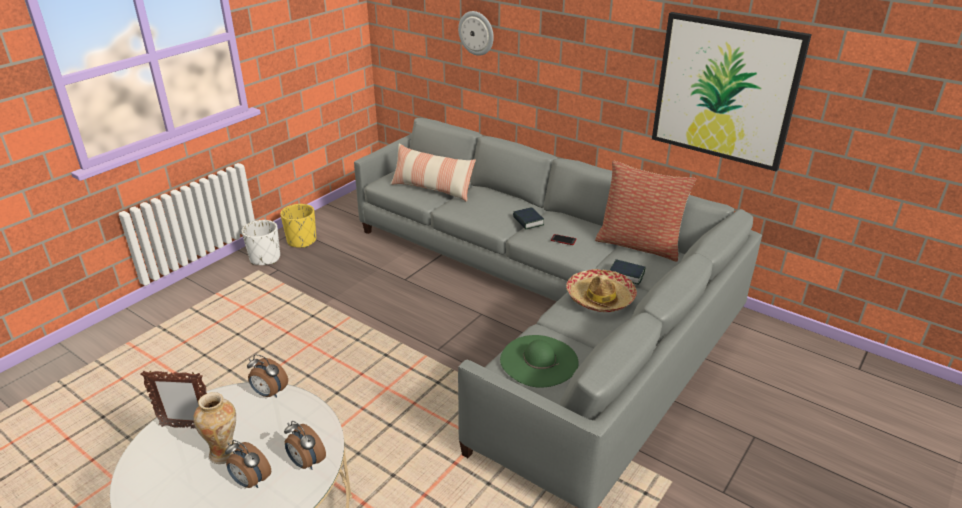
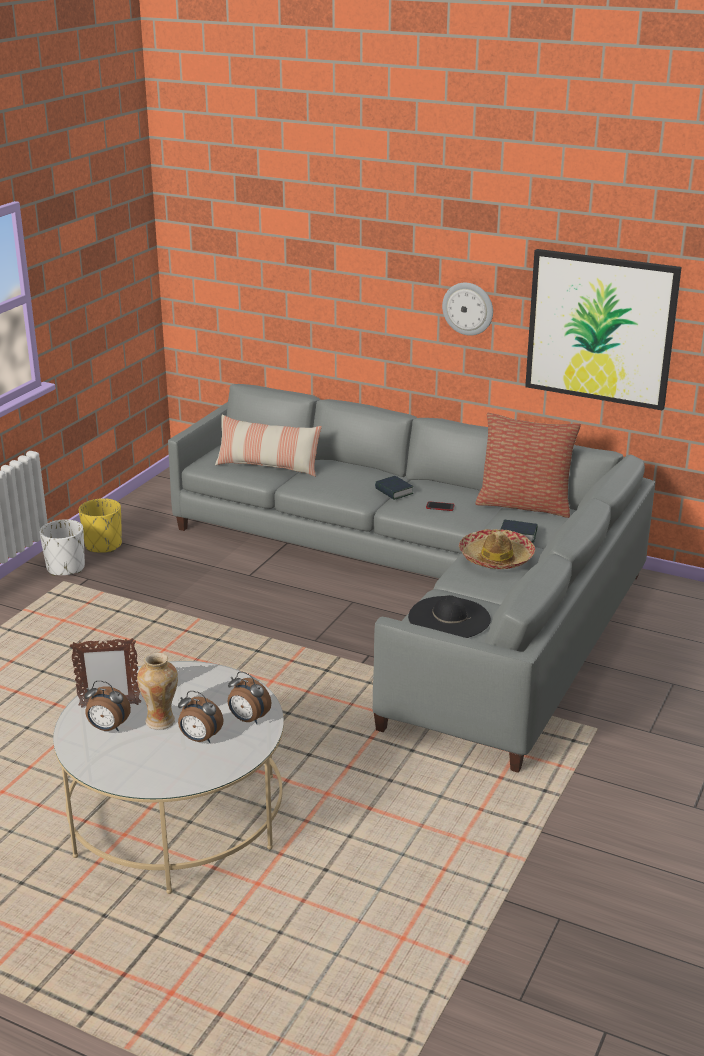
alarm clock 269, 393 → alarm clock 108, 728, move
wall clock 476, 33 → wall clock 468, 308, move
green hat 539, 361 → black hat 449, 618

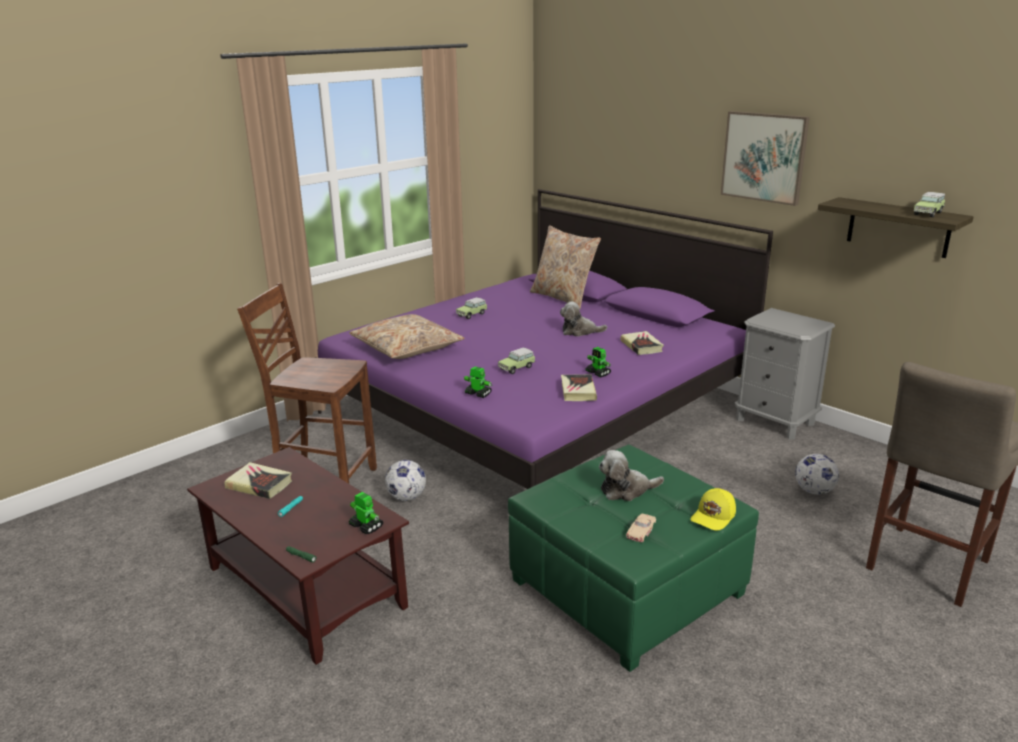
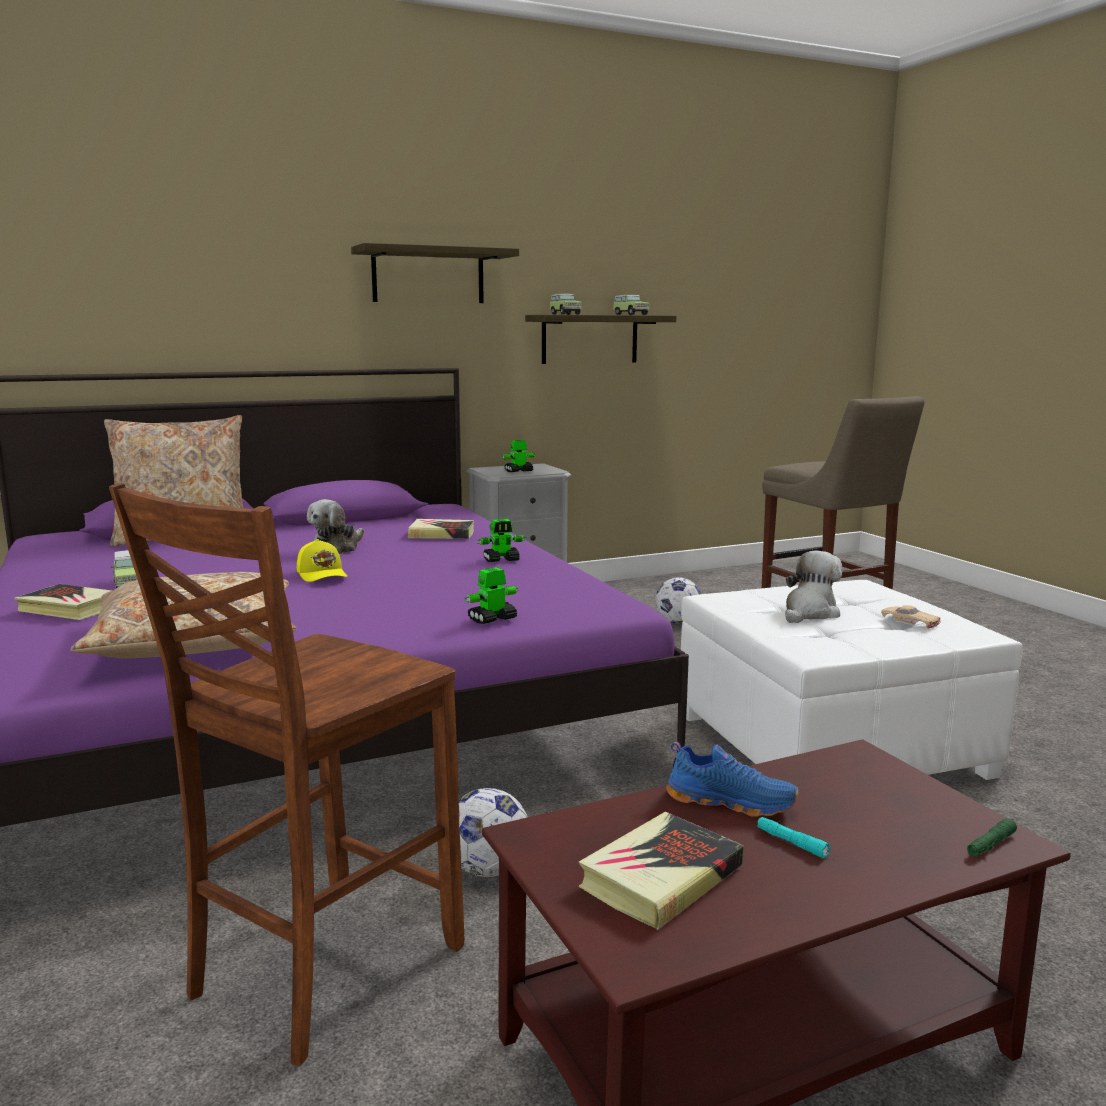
toy robot 366, 526 → toy robot 518, 471, move
toy car 517, 368 → toy car 564, 314, move
green ottoman 628, 587 → white ottoman 830, 743
book 578, 391 → book 70, 608, move
plush toy 626, 490 → plush toy 809, 613, 150 degrees counterclockwise
yellow cap 714, 517 → yellow cap 323, 574, move
picture 764, 157 → shelf 428, 276
- → blue shoe 731, 801

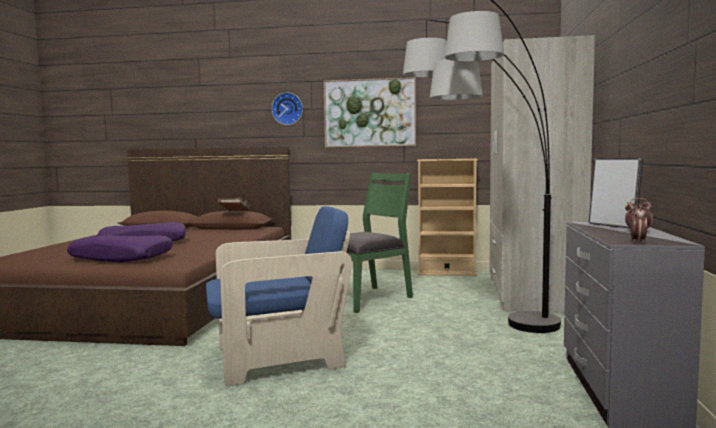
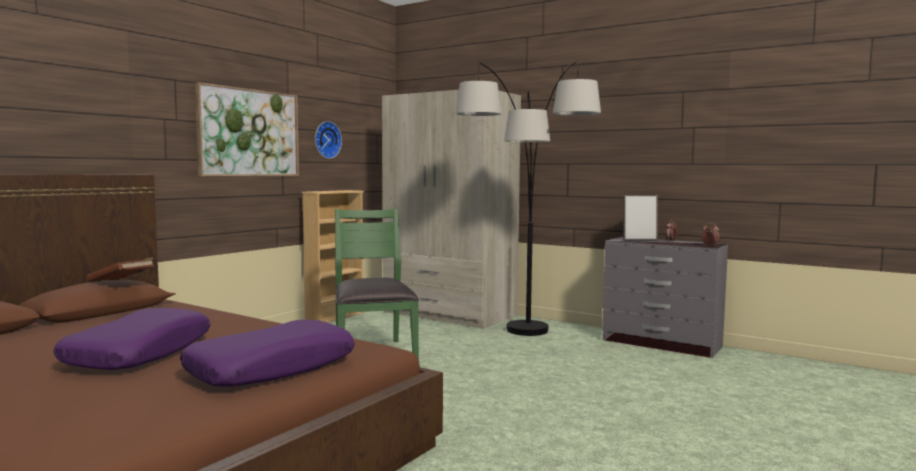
blue armchair 278, 359 → -
wall clock 287, 109 → wall clock 326, 140, move

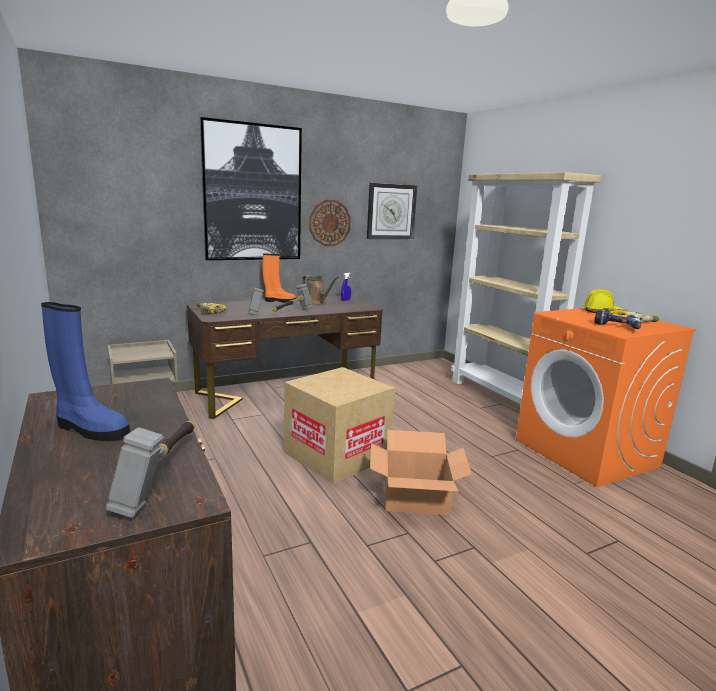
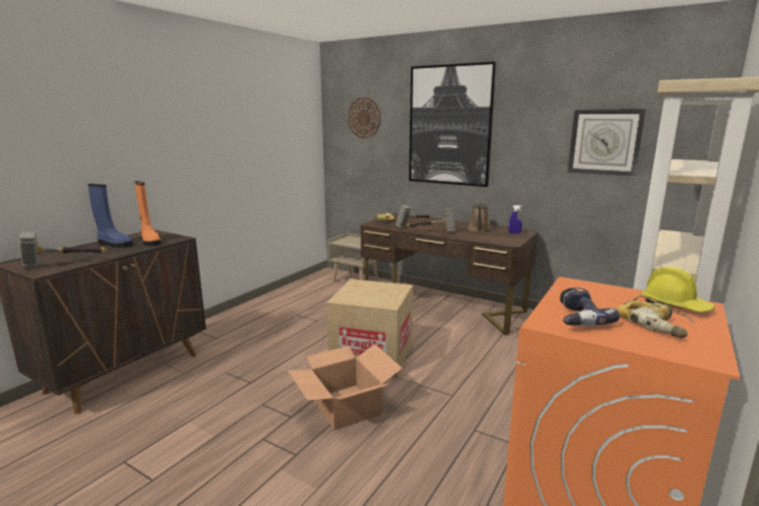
blue boot 90, 429 → blue boot 114, 244, 60 degrees counterclockwise
orange boot 279, 301 → orange boot 149, 241, move
wall clock 329, 223 → wall clock 364, 118, move

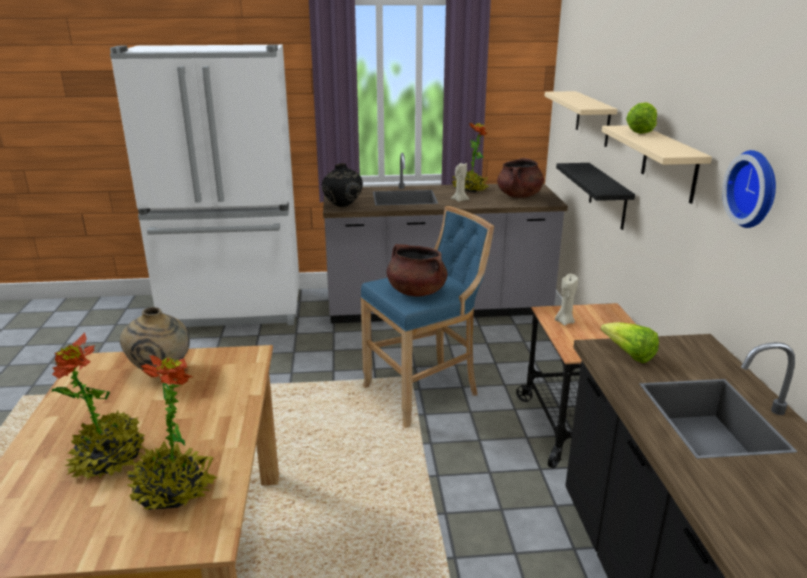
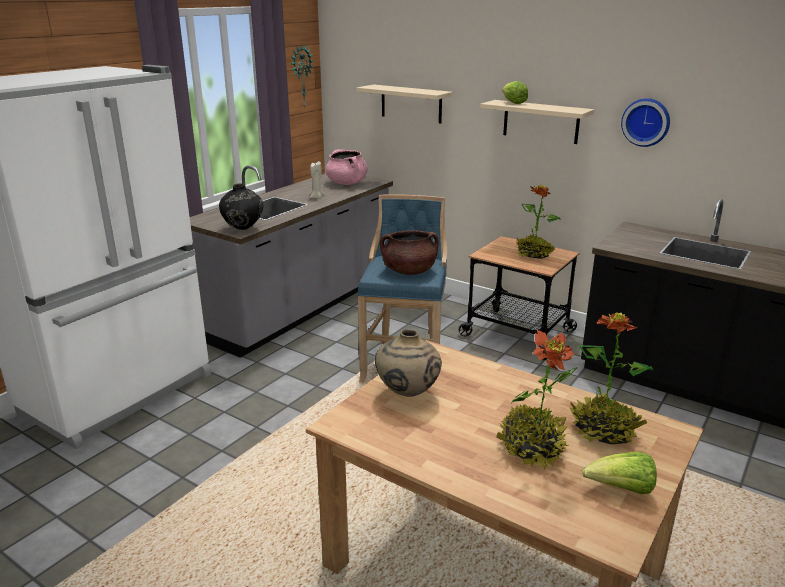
potted plant 469, 190 → potted plant 534, 255, move
brown cooking pot 519, 196 → pink cooking pot 347, 183
beige candle 564, 322 → -
black shelf 608, 196 → -
lettuce 629, 355 → lettuce 621, 489, move
- → wall clock 301, 76

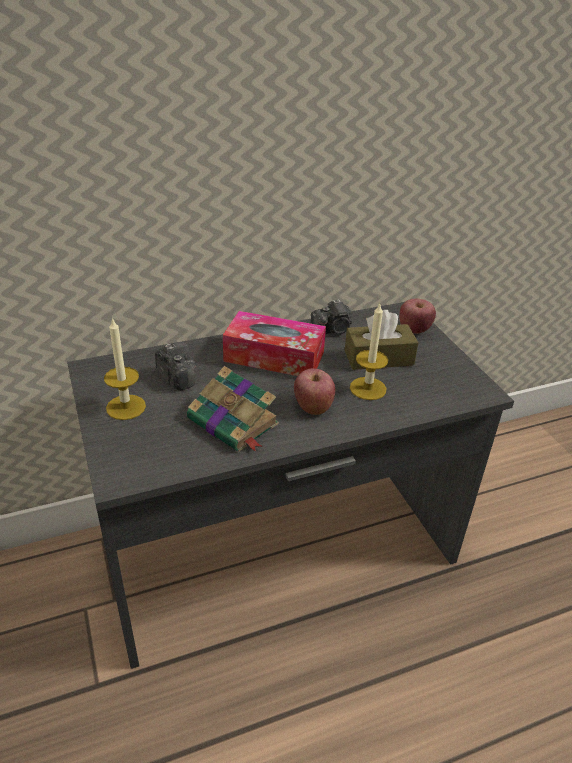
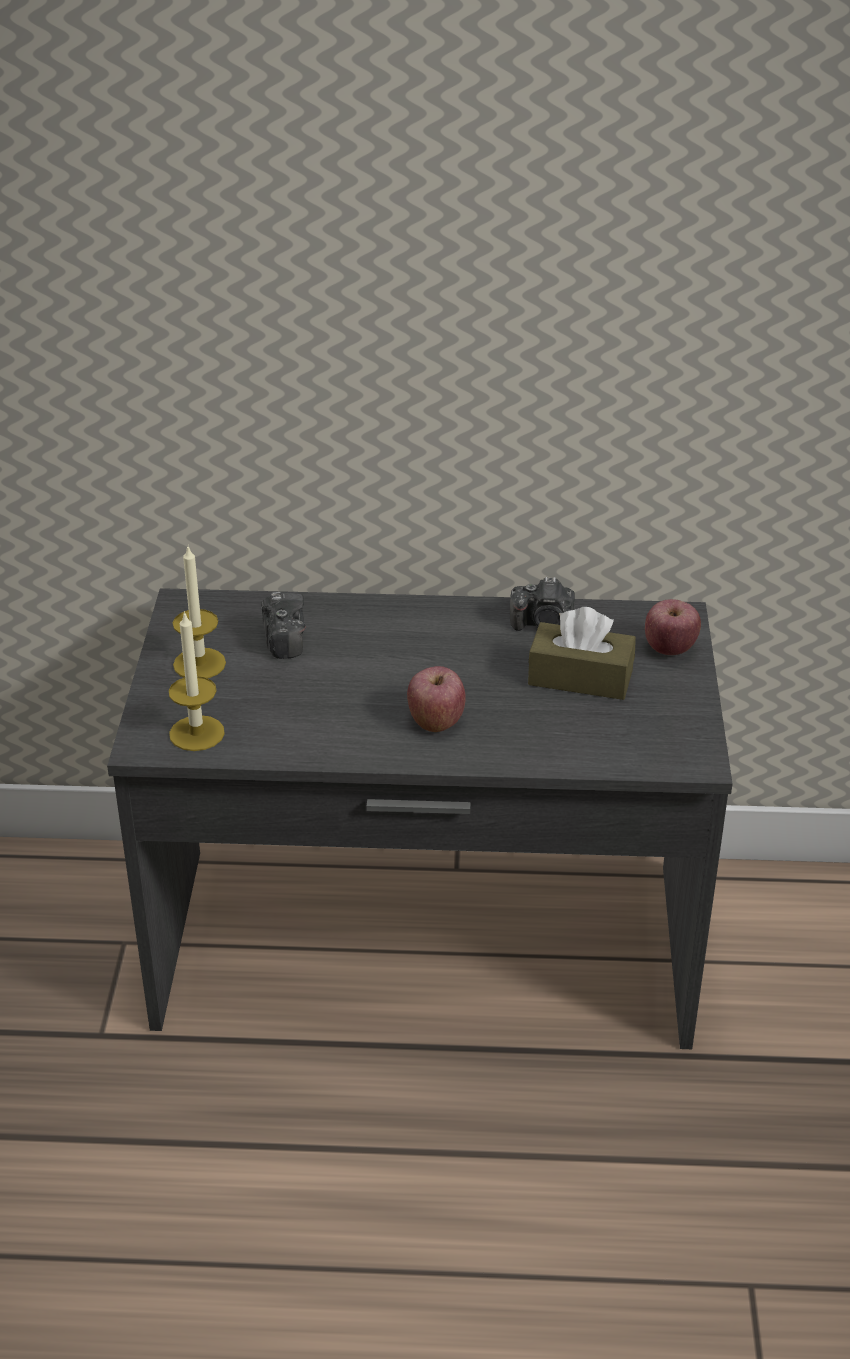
book 234, 423 → -
tissue box 274, 356 → -
candle 368, 388 → candle 196, 733, move

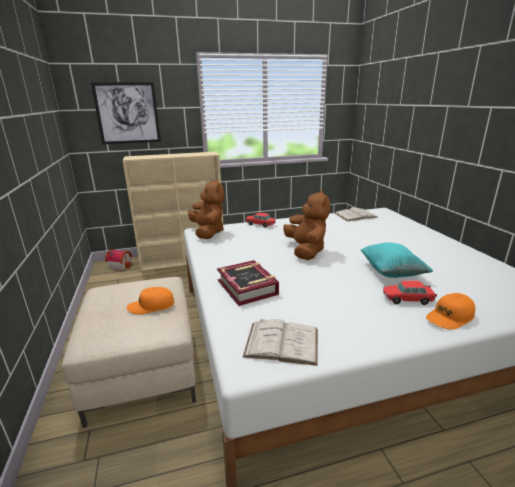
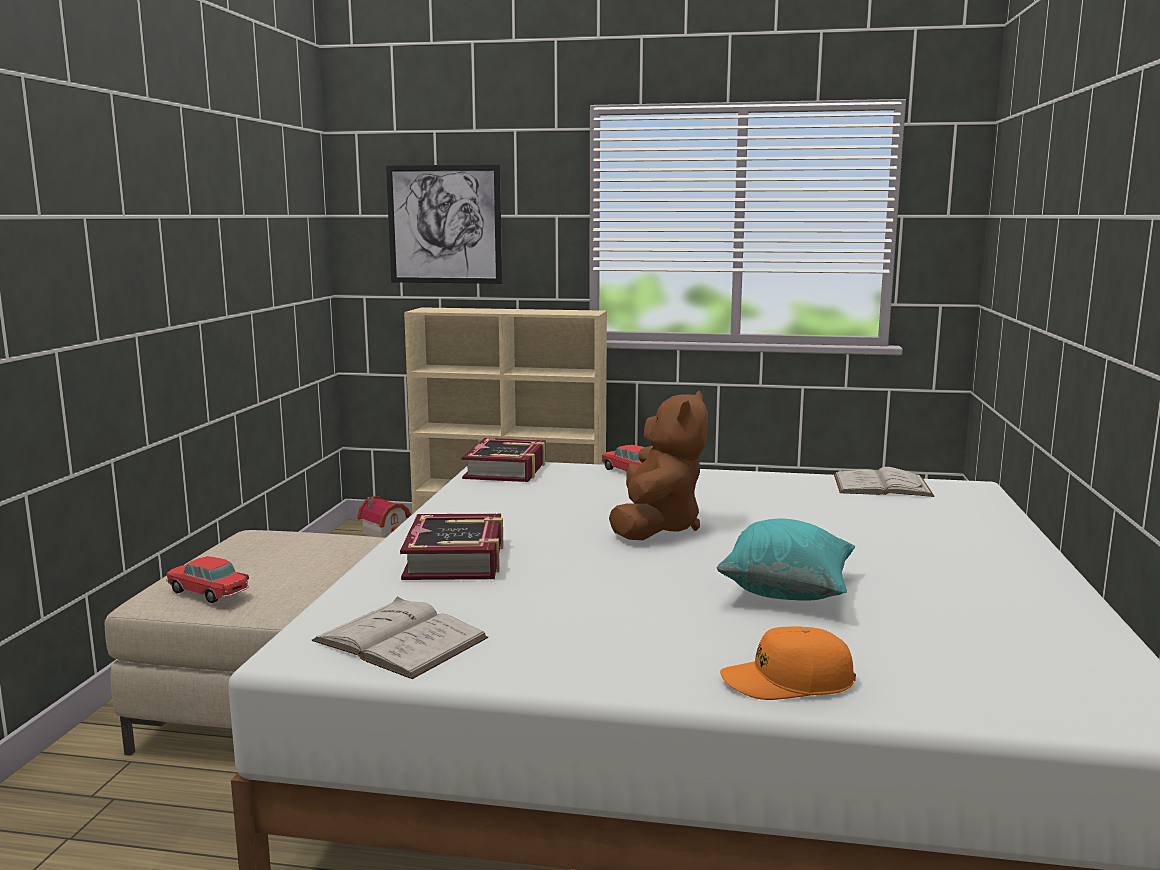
orange cap 151, 306 → -
brown plush toy 208, 232 → book 506, 470
toy car 407, 299 → toy car 207, 592, move

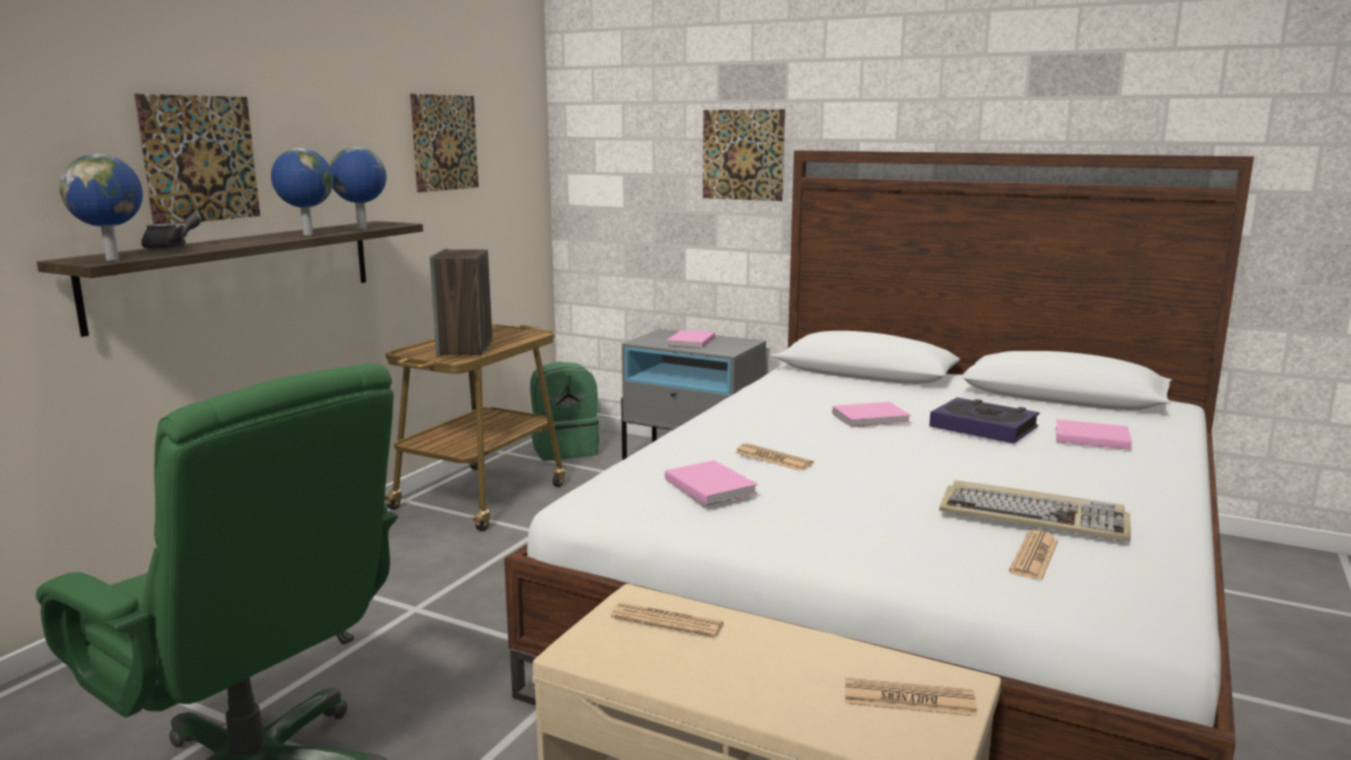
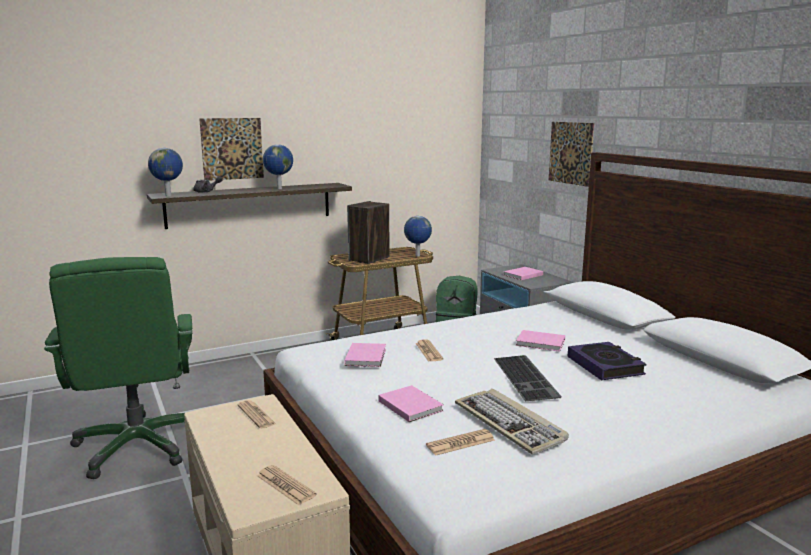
globe 362, 228 → globe 417, 256, move
picture 445, 142 → -
pink book 1089, 437 → pink book 410, 405, move
- → keyboard 527, 377

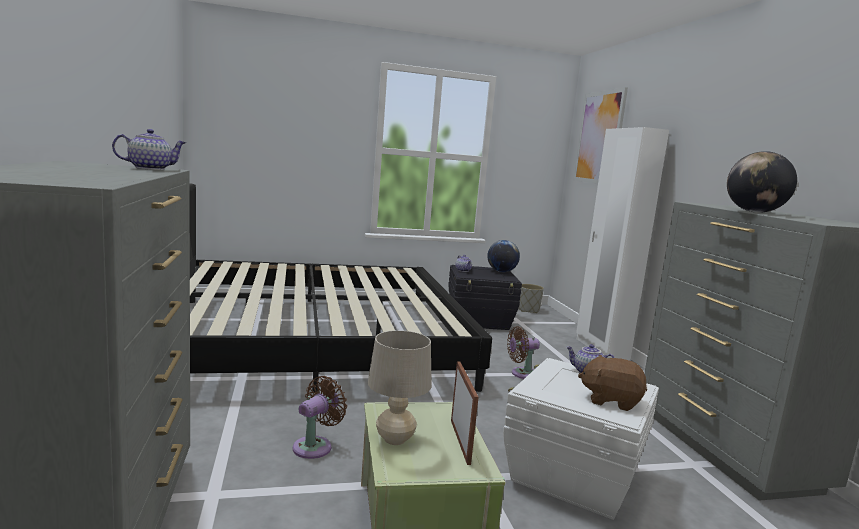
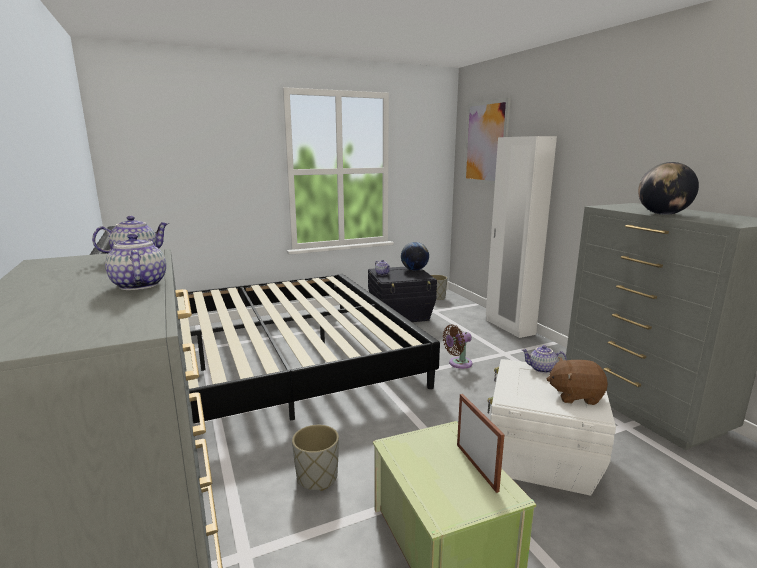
brown fan 315, 446 → grey planter 316, 478
beige table lamp 395, 439 → -
- → teapot 138, 285

